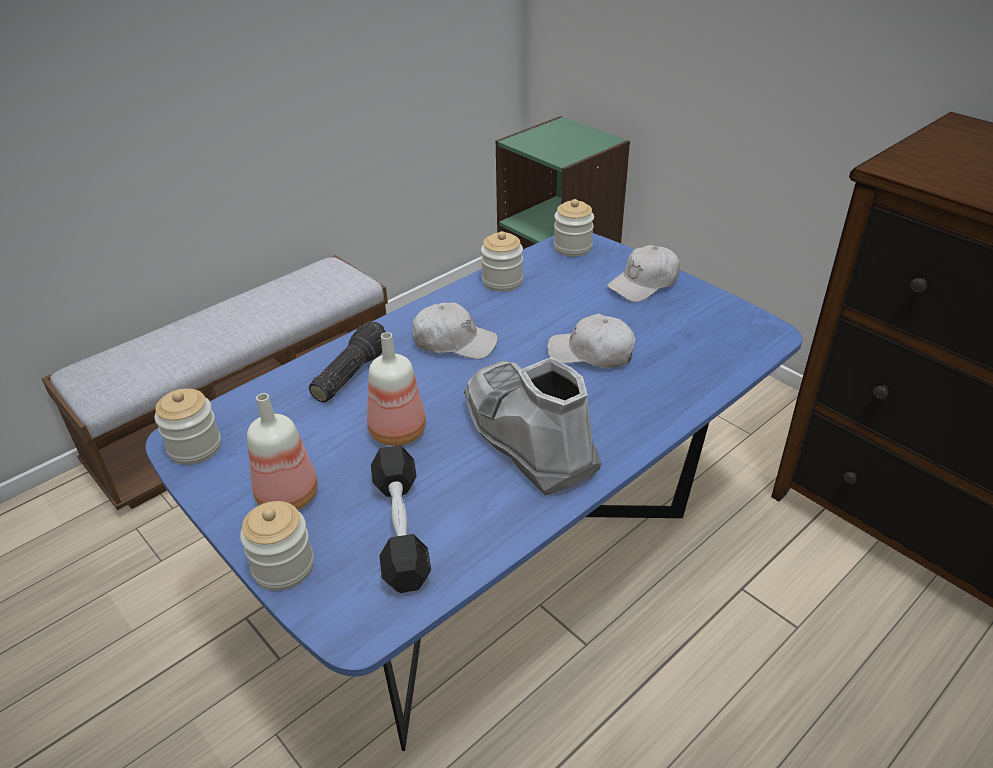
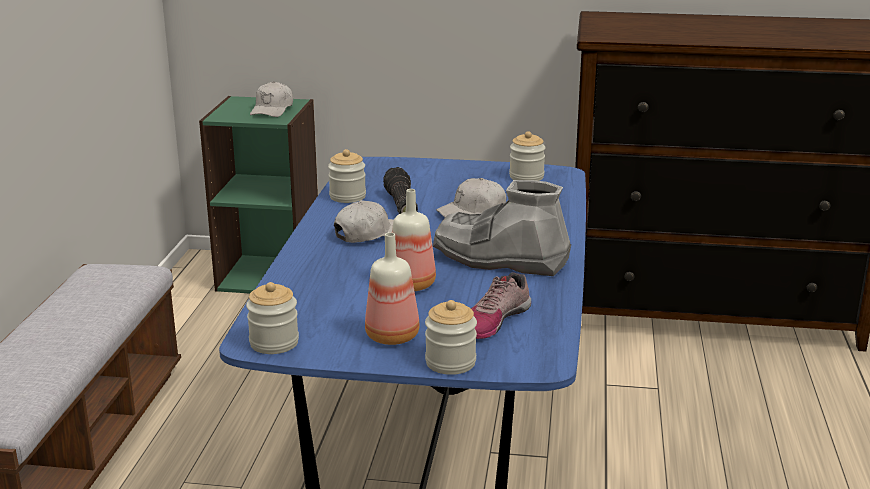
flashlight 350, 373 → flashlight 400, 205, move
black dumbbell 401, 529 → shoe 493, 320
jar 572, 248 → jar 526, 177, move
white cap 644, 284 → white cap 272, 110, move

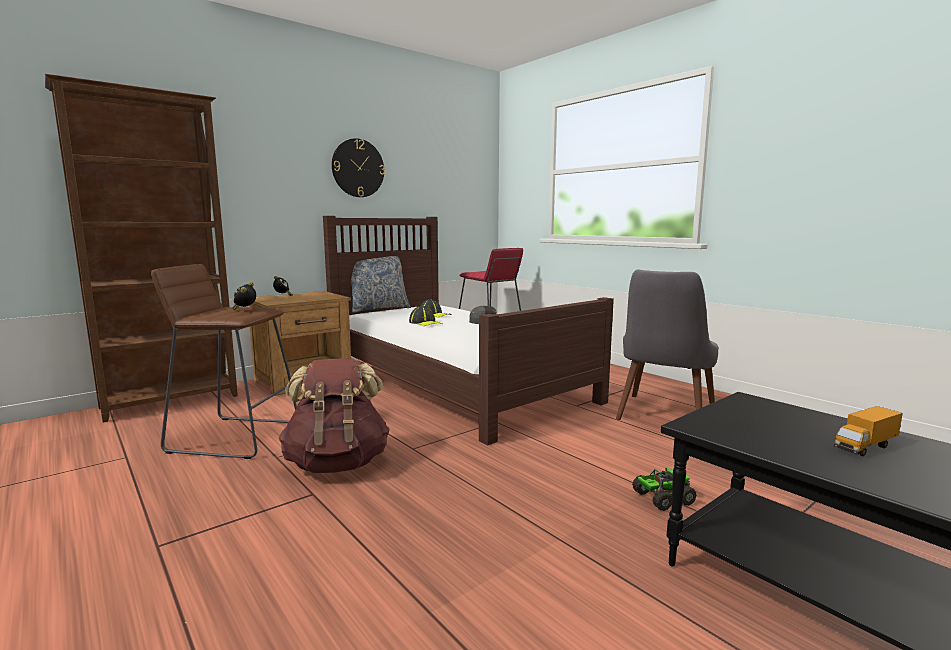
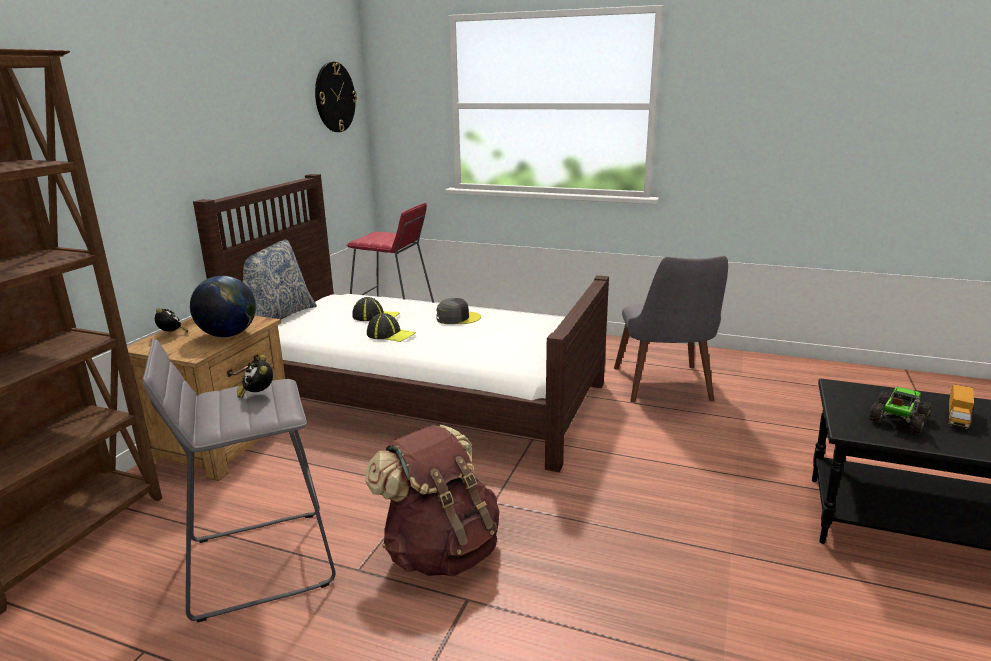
brown stool 235, 436 → grey stool 259, 562
wall clock 358, 168 → wall clock 334, 97, move
toy truck 662, 498 → toy truck 897, 421, move
- → globe 228, 335

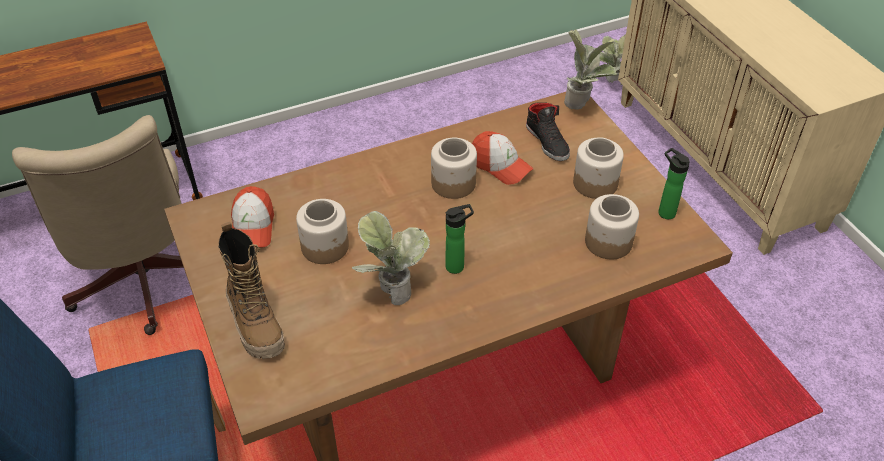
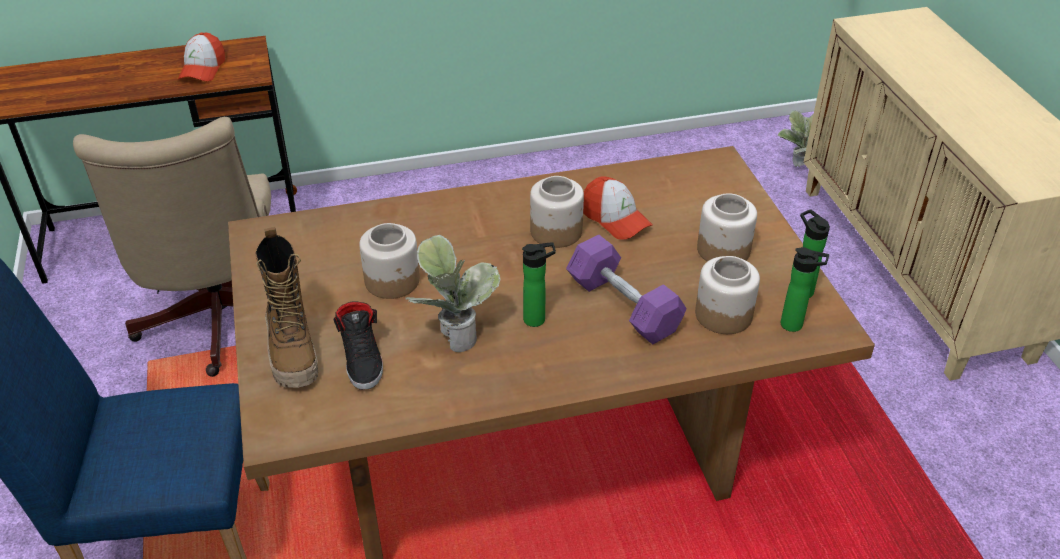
cap 252, 227 → cap 203, 69, move
black shoe 548, 142 → black shoe 362, 358, move
potted plant 582, 103 → -
- → purple dumbbell 623, 306
- → bottle 795, 325

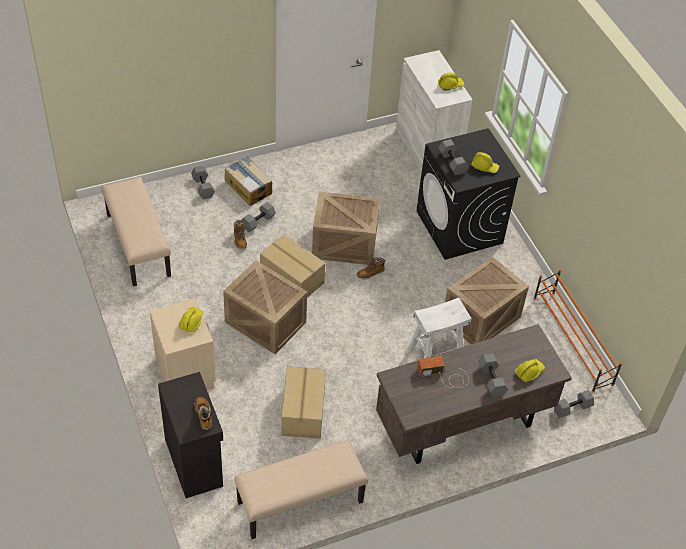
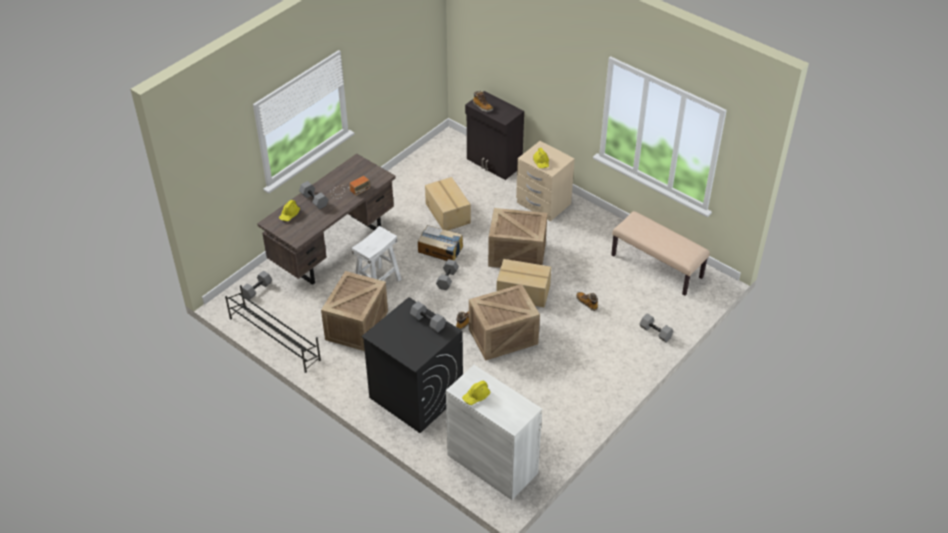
cardboard box 248, 187 → cardboard box 440, 249, move
beige bench 300, 503 → -
grey dumbbell 258, 221 → grey dumbbell 447, 279, move
yellow hard hat 484, 167 → -
orange shoe rack 572, 341 → black shoe rack 274, 338

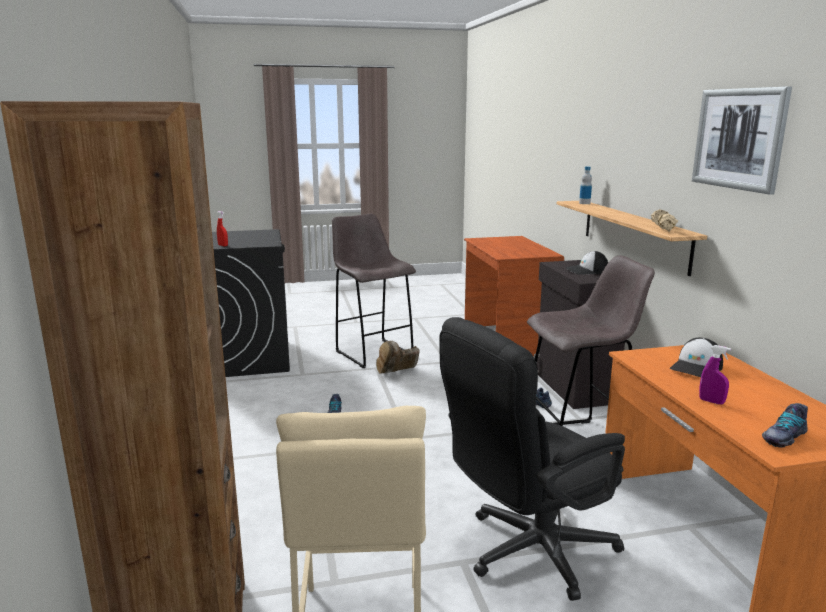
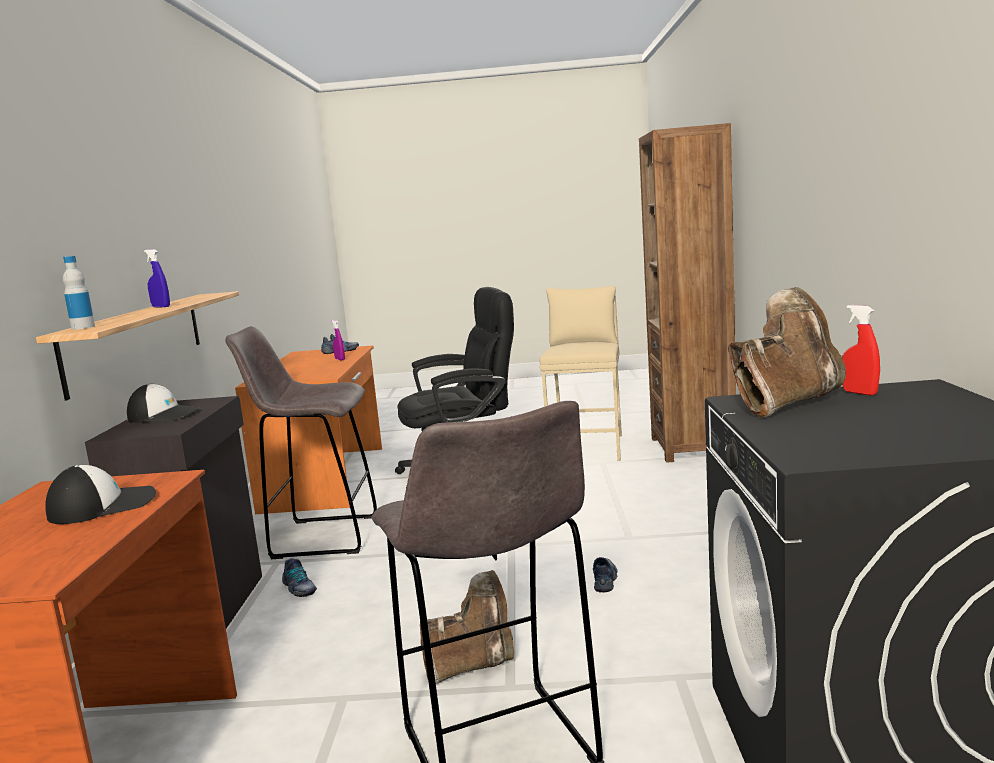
beige dumbbell 662, 228 → -
cap 697, 368 → cap 103, 506, move
picture 739, 139 → -
- → blue spray bottle 161, 307
- → brown boot 786, 403

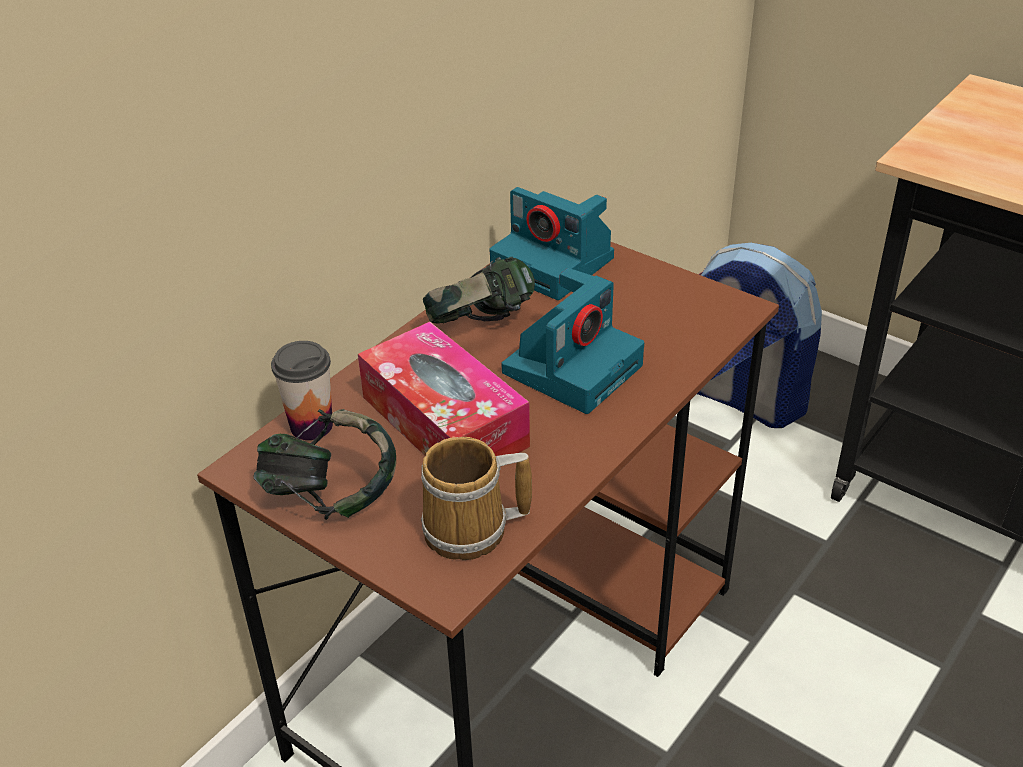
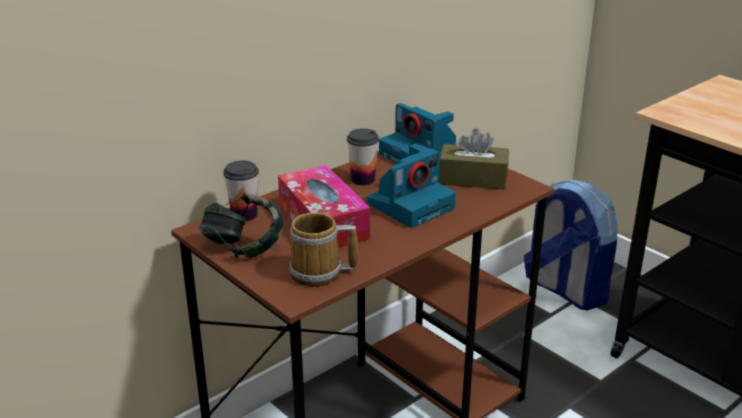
headphones 481, 326 → cup 363, 179
- → brown tissue box 472, 179

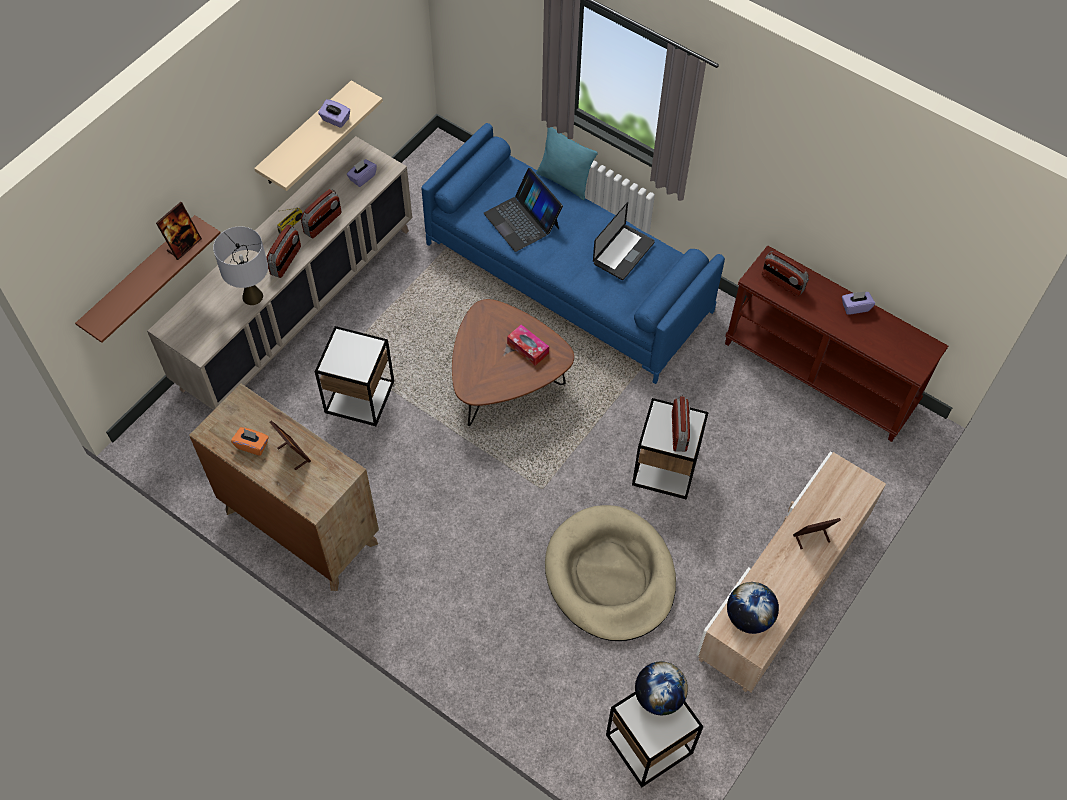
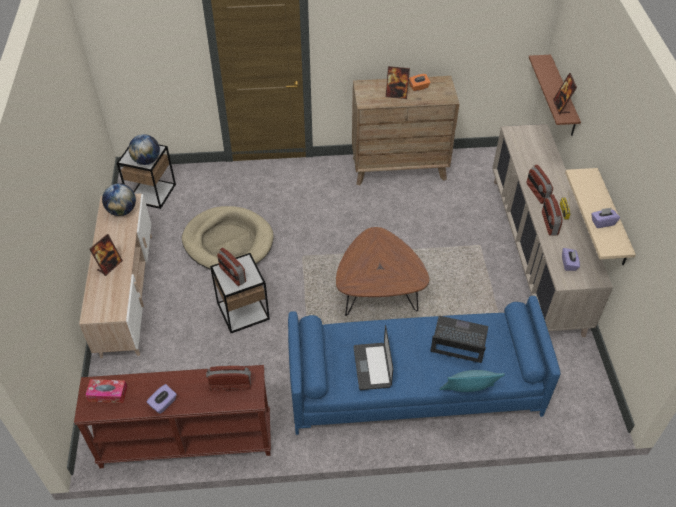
grey table lamp 252, 297 → -
side table 360, 397 → -
tissue box 528, 348 → tissue box 108, 394, move

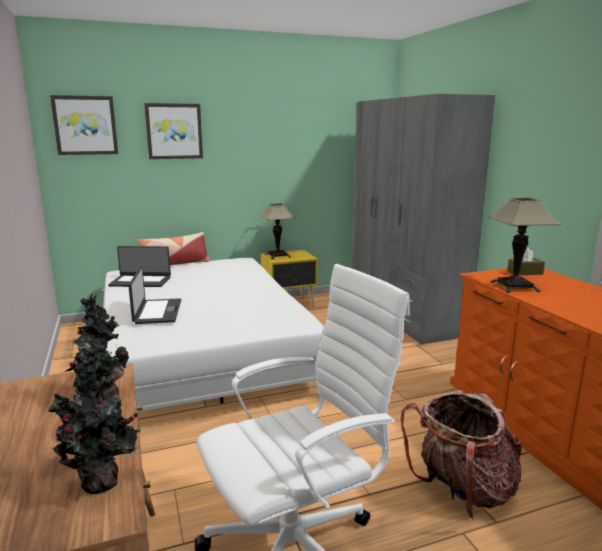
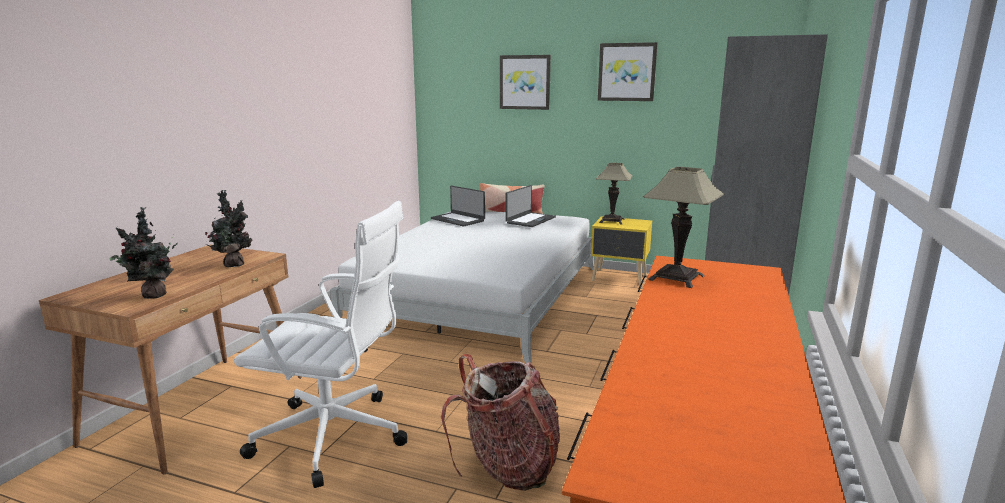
picture 85, 125 → picture 627, 72, move
laptop 157, 312 → laptop 530, 220, move
brown tissue box 525, 272 → -

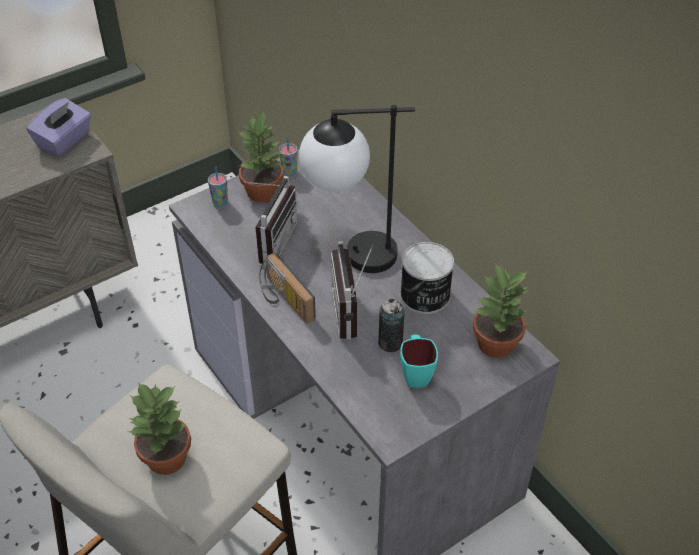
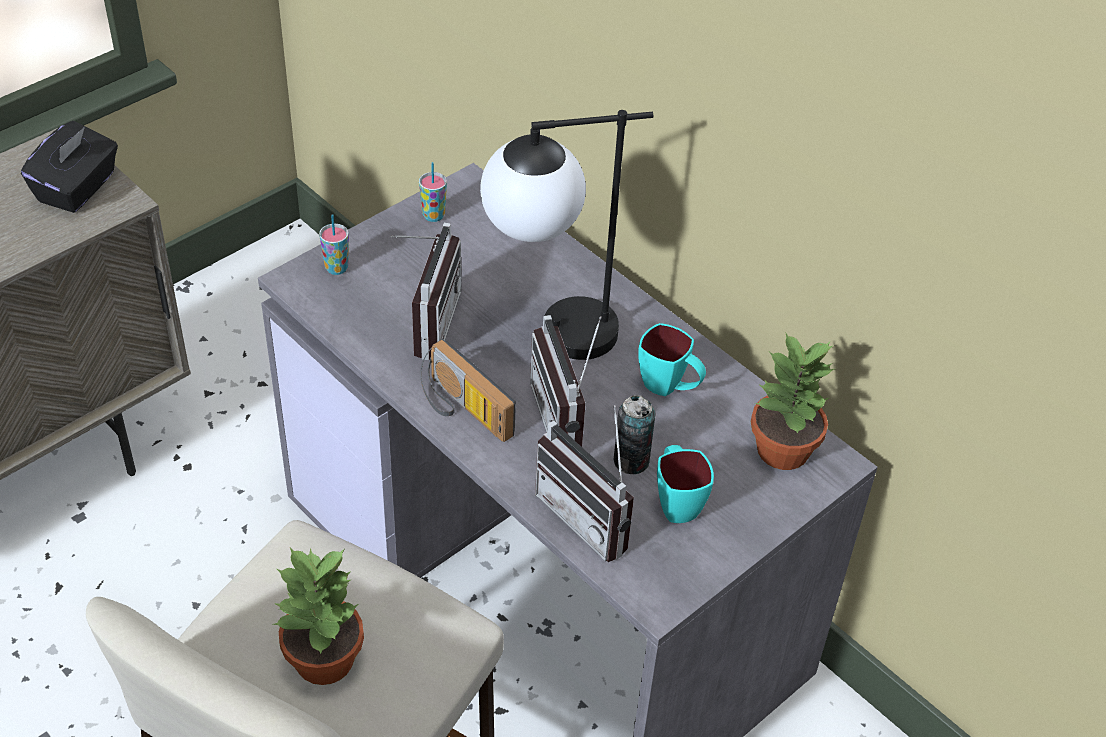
purple tissue box 64, 141 → black tissue box 77, 188
potted plant 263, 192 → -
can 425, 296 → turquoise mug 669, 388
- → radio 592, 517

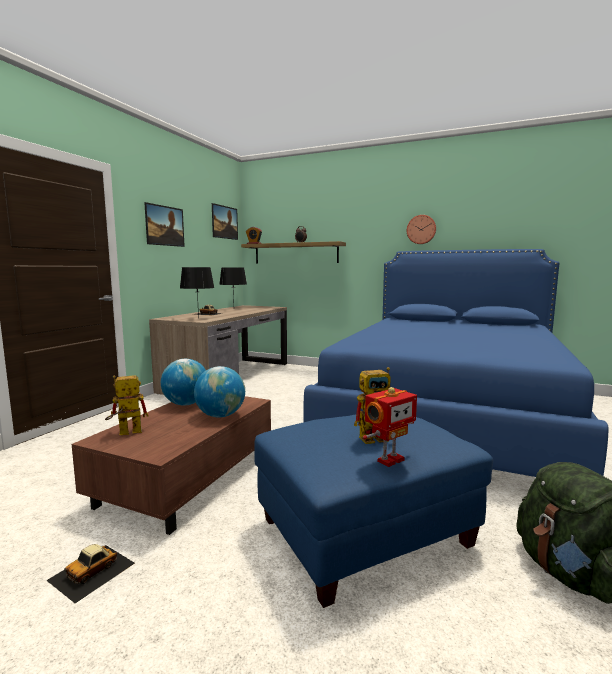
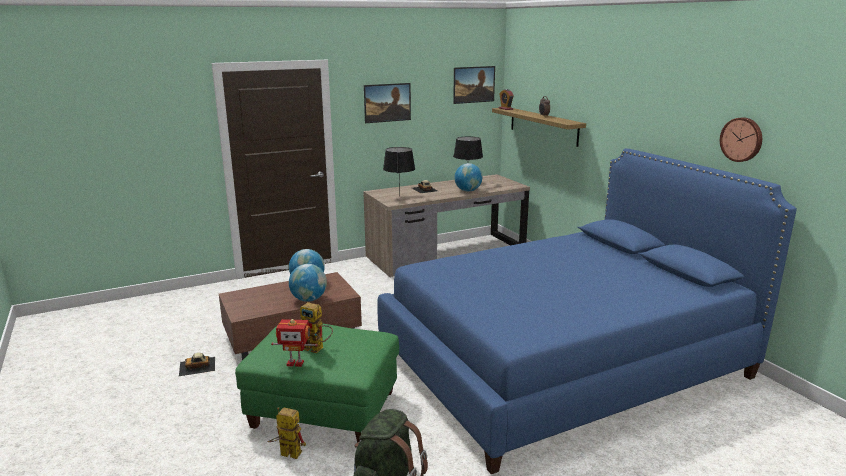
toy robot 125, 433 → toy robot 286, 454, move
blue ottoman 365, 533 → green ottoman 325, 410
wall clock 421, 229 → wall clock 742, 139, move
- → globe 468, 191

